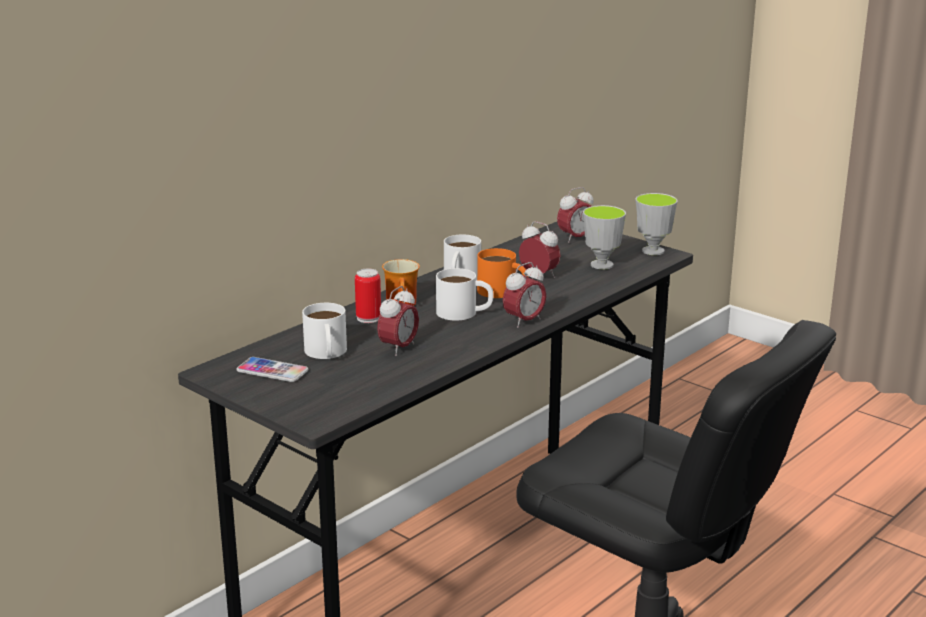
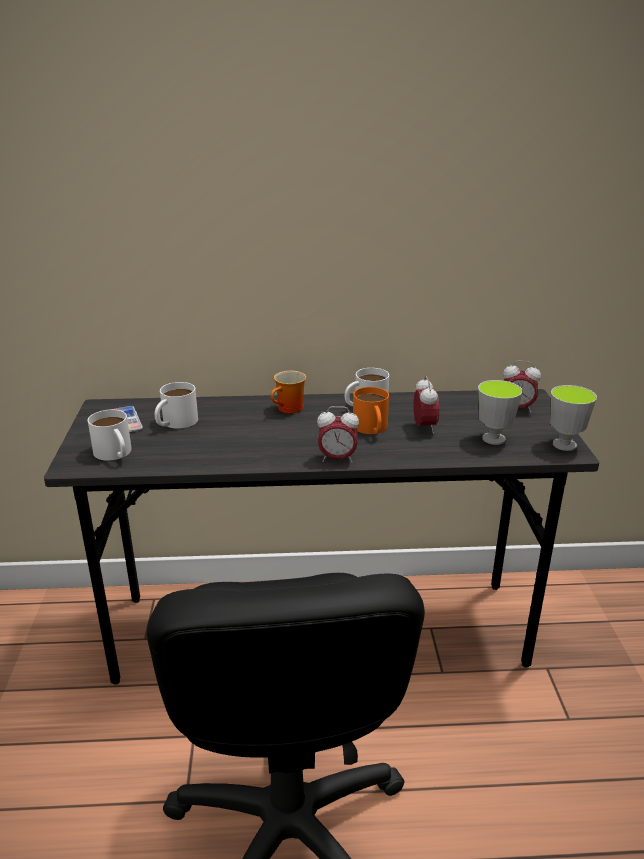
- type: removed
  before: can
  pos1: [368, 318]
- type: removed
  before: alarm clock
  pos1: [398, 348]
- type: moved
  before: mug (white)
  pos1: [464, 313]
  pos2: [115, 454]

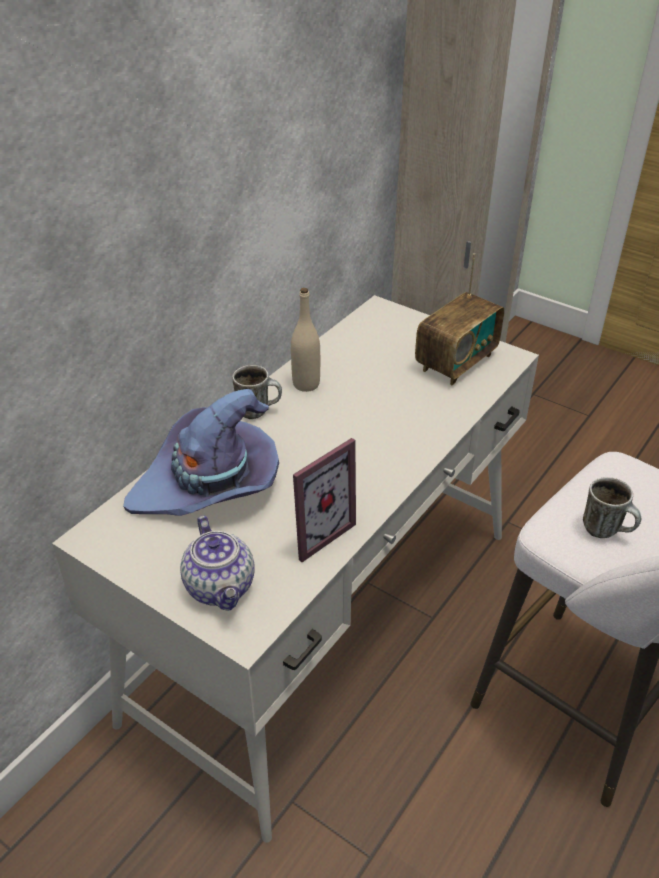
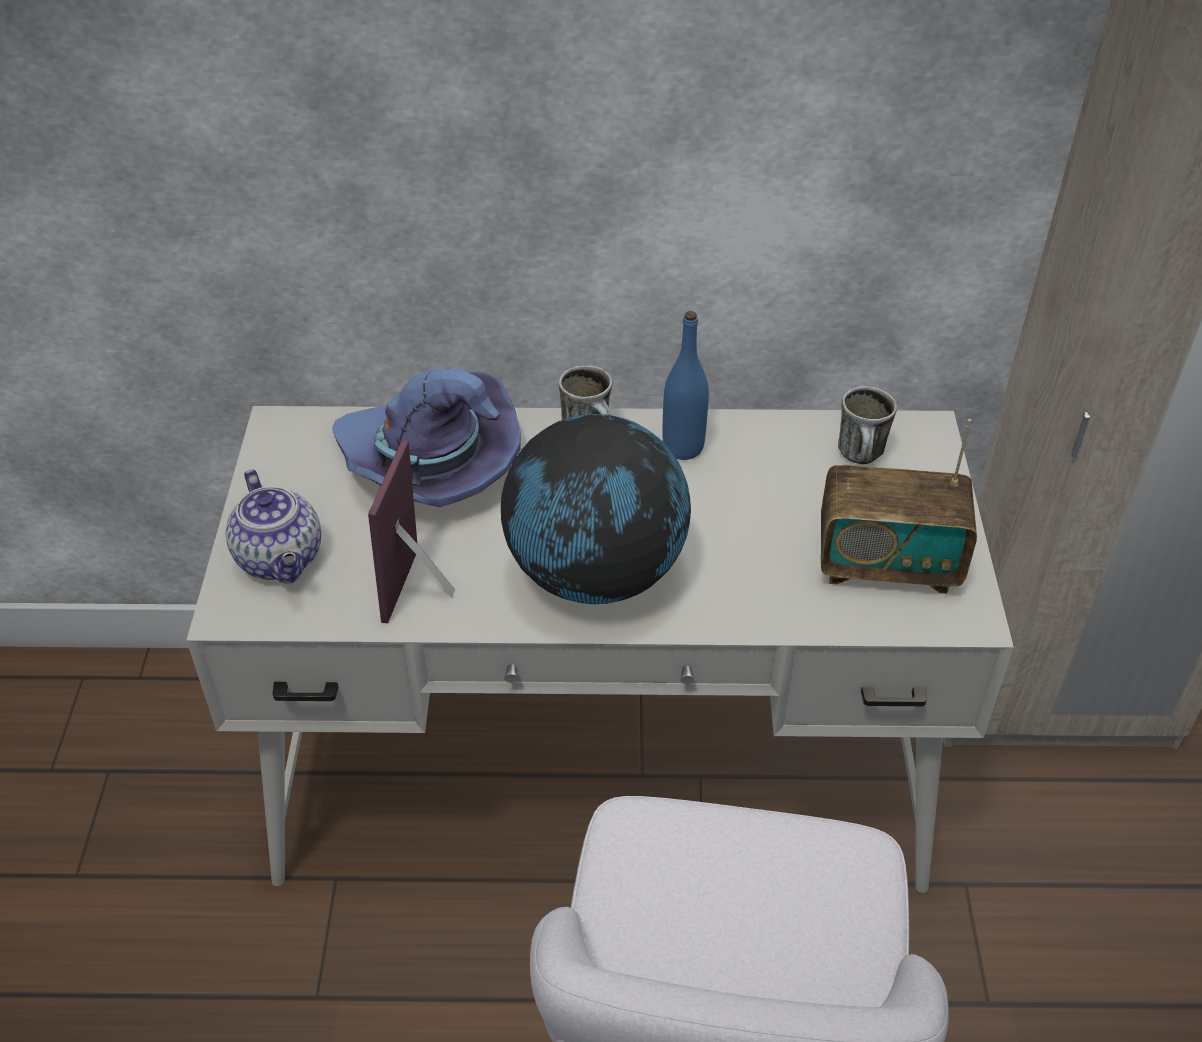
- type: turned
  before: teapot
  pos1: [221, 588]
  pos2: [281, 559]
  turn: -60
- type: recoloured
  before: bottle (beige)
  after: bottle (blue)
  pos1: [306, 384]
  pos2: [683, 447]
- type: turned
  before: picture frame
  pos1: [314, 531]
  pos2: [425, 589]
  turn: 90
- type: moved
  before: mug
  pos1: [607, 530]
  pos2: [862, 458]
- type: added
  after: globe
  pos2: [597, 574]

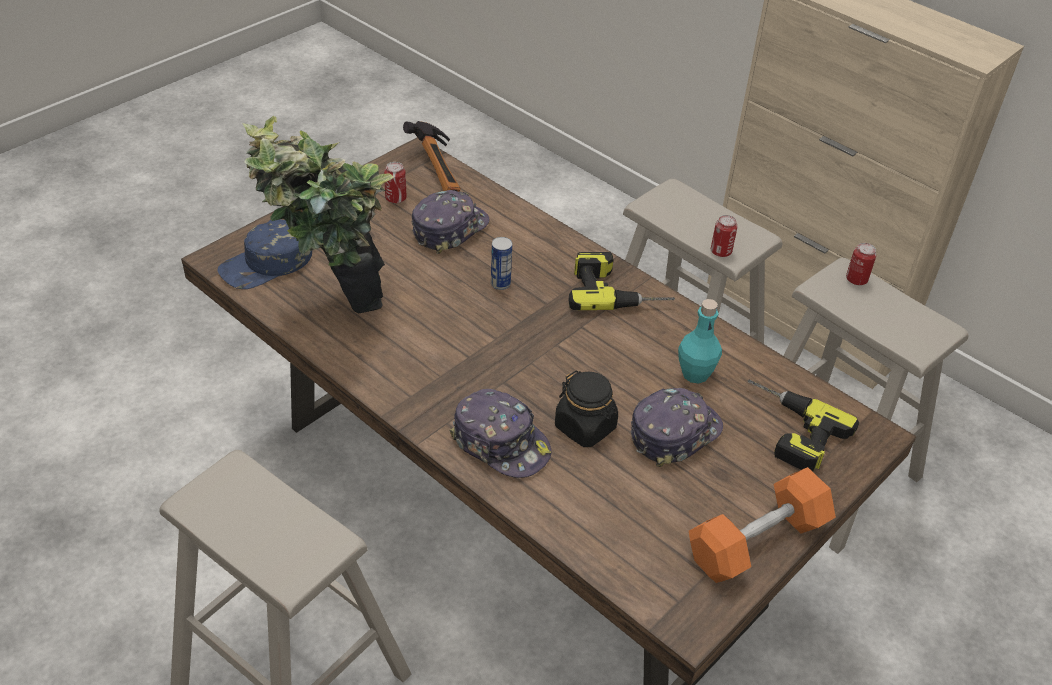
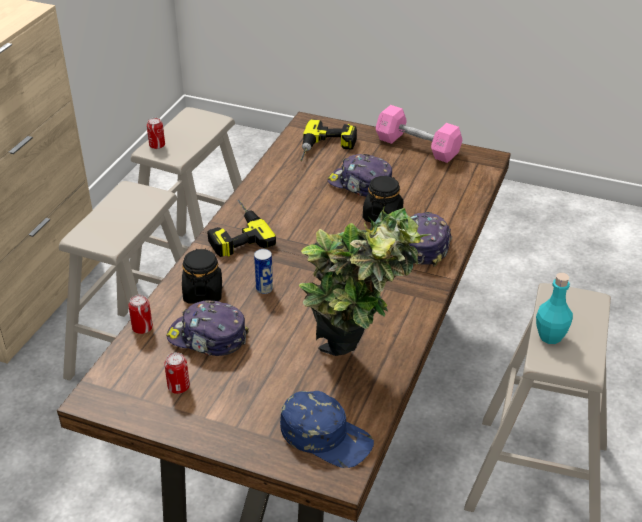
- type: removed
  before: hammer
  pos1: [441, 171]
- type: moved
  before: bottle (turquoise)
  pos1: [695, 374]
  pos2: [550, 336]
- type: recoloured
  before: dumbbell (orange)
  after: dumbbell (pink)
  pos1: [757, 541]
  pos2: [417, 147]
- type: moved
  before: can
  pos1: [721, 252]
  pos2: [142, 328]
- type: added
  after: jar (black)
  pos2: [203, 293]

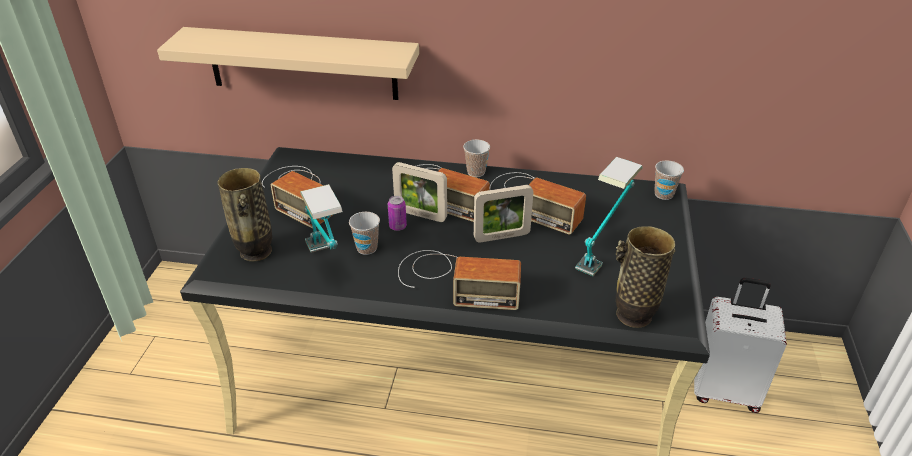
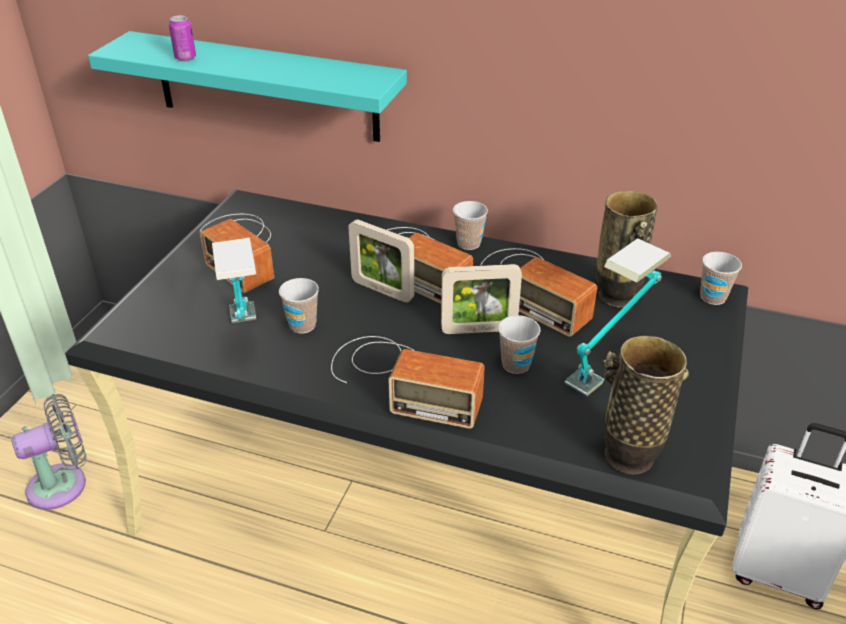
- type: recoloured
  before: shelf (beige)
  after: shelf (turquoise)
  pos1: [302, 63]
  pos2: [266, 87]
- type: moved
  before: vase
  pos1: [255, 252]
  pos2: [616, 297]
- type: moved
  before: can
  pos1: [397, 226]
  pos2: [185, 58]
- type: added
  after: fan (grey)
  pos2: [63, 484]
- type: added
  after: cup
  pos2: [516, 365]

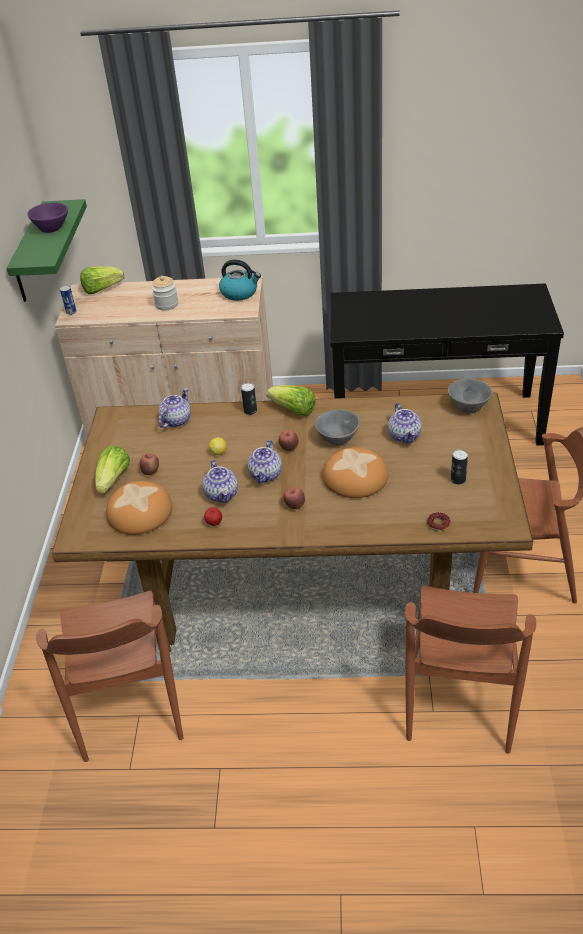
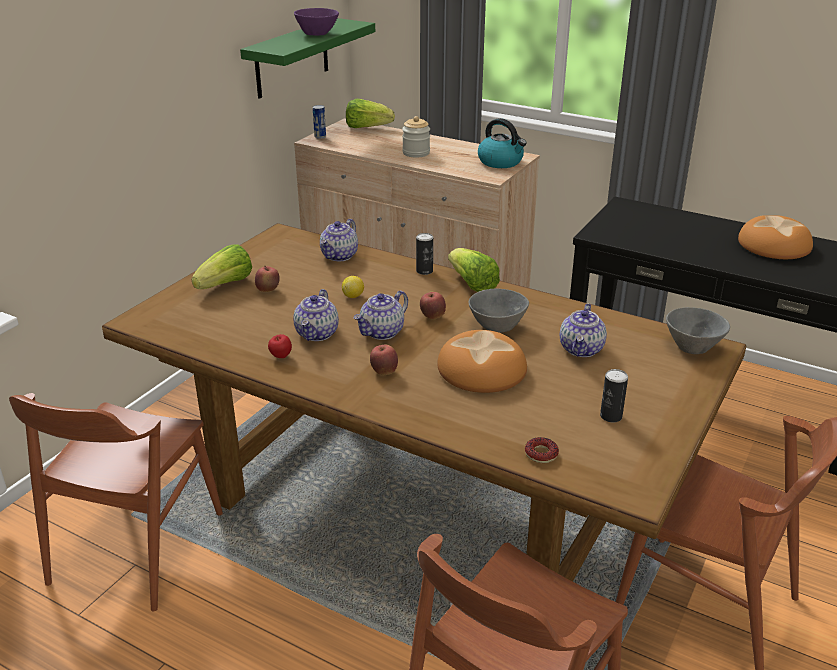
- type: moved
  before: bread
  pos1: [140, 512]
  pos2: [774, 245]
- type: turned
  before: teapot
  pos1: [176, 420]
  pos2: [339, 256]
  turn: 150

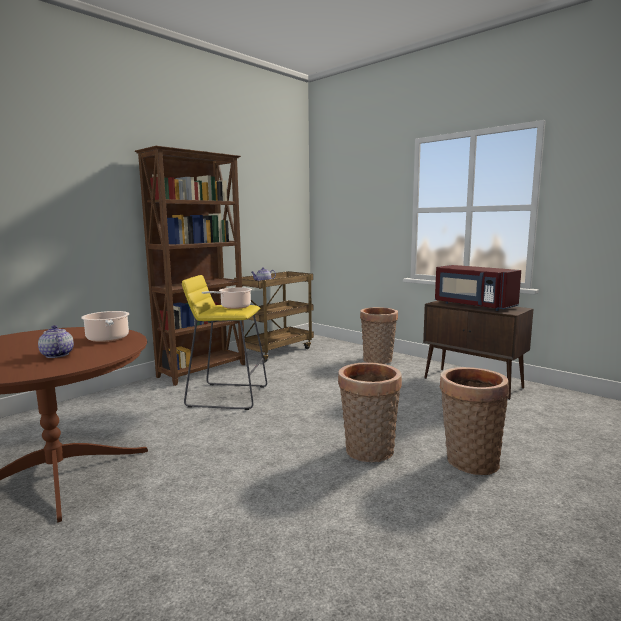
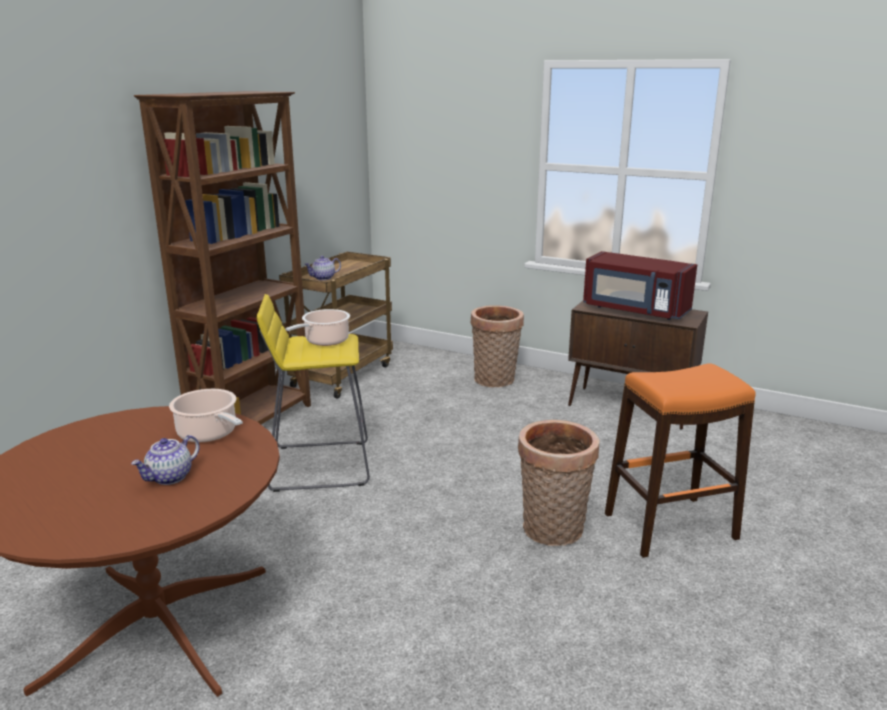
- type: turned
  before: teapot
  pos1: [56, 355]
  pos2: [170, 477]
  turn: -90
- type: replaced
  before: basket
  after: stool (orange)
  pos1: [468, 461]
  pos2: [669, 526]

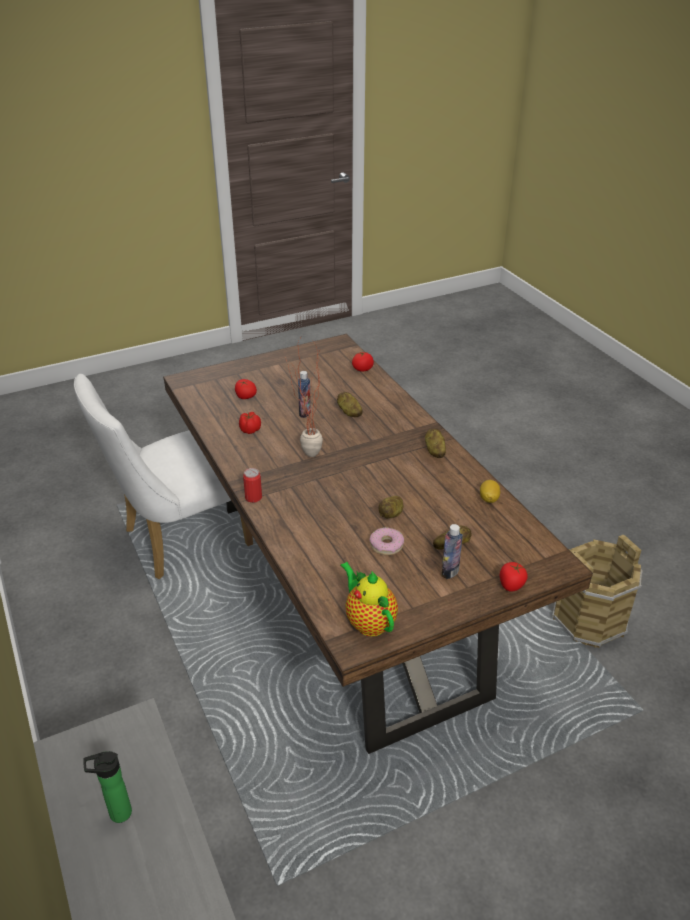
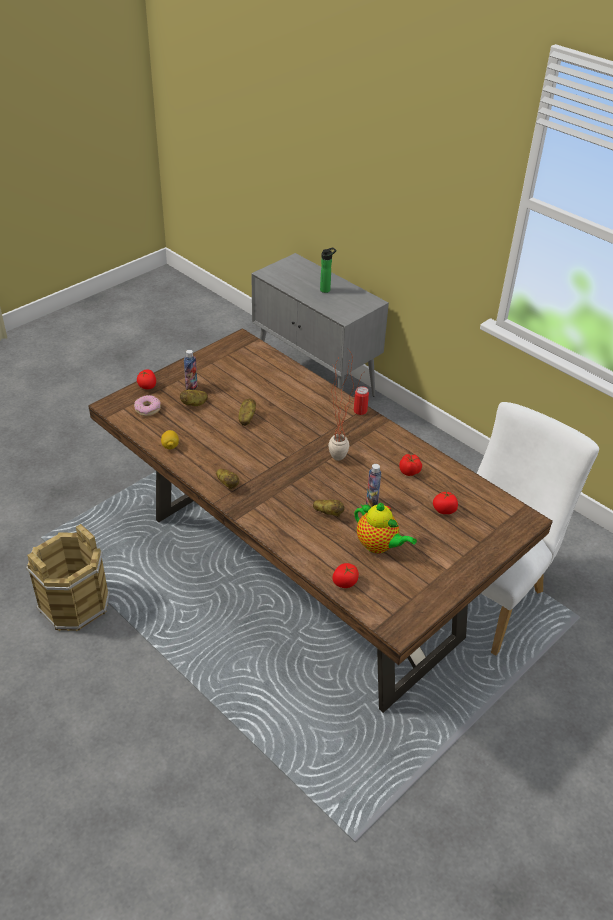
- type: moved
  before: teapot
  pos1: [368, 622]
  pos2: [379, 546]
- type: moved
  before: donut
  pos1: [386, 545]
  pos2: [147, 409]

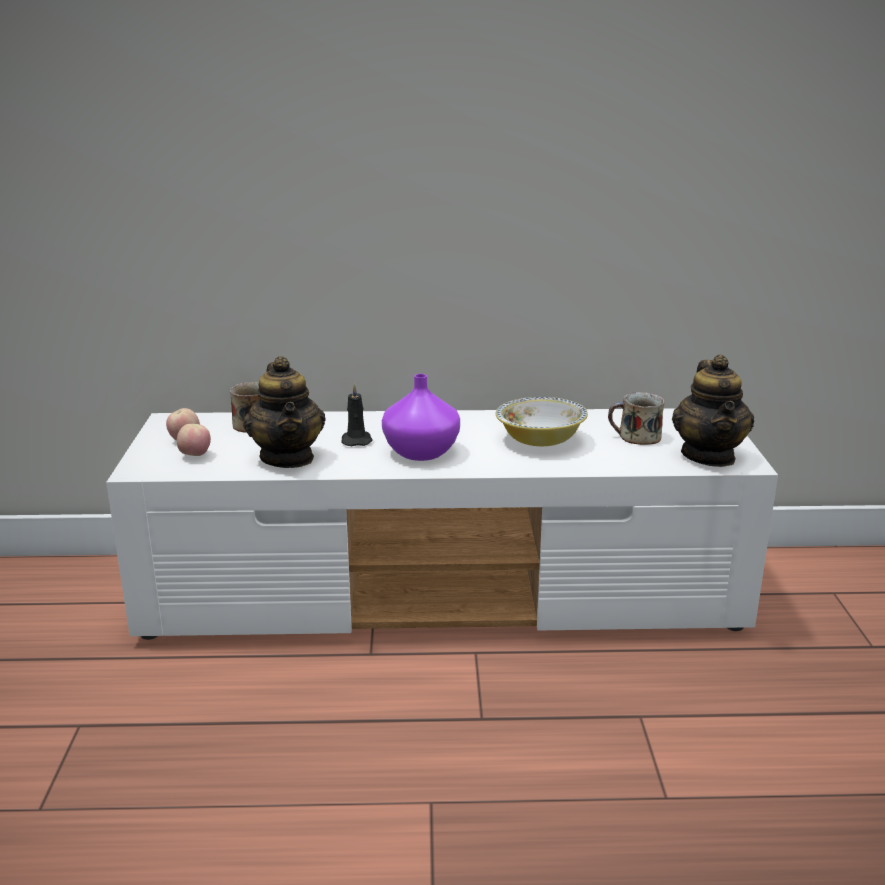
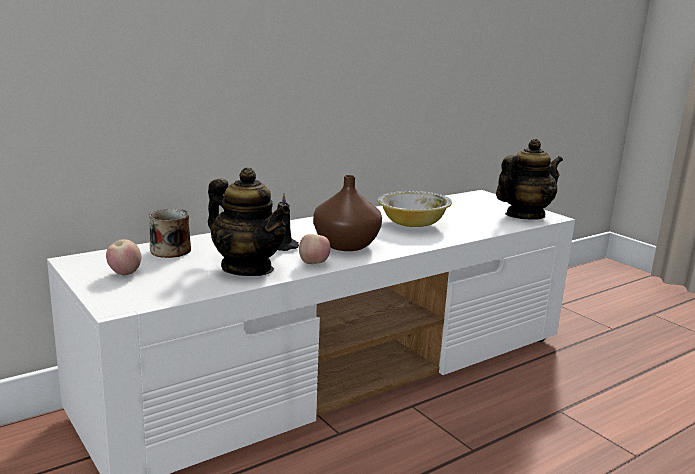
- type: moved
  before: apple
  pos1: [195, 456]
  pos2: [314, 264]
- type: recoloured
  before: vase (purple)
  after: vase (brown)
  pos1: [422, 452]
  pos2: [347, 245]
- type: removed
  before: mug
  pos1: [637, 437]
- type: turned
  before: teapot
  pos1: [709, 456]
  pos2: [524, 216]
  turn: -90

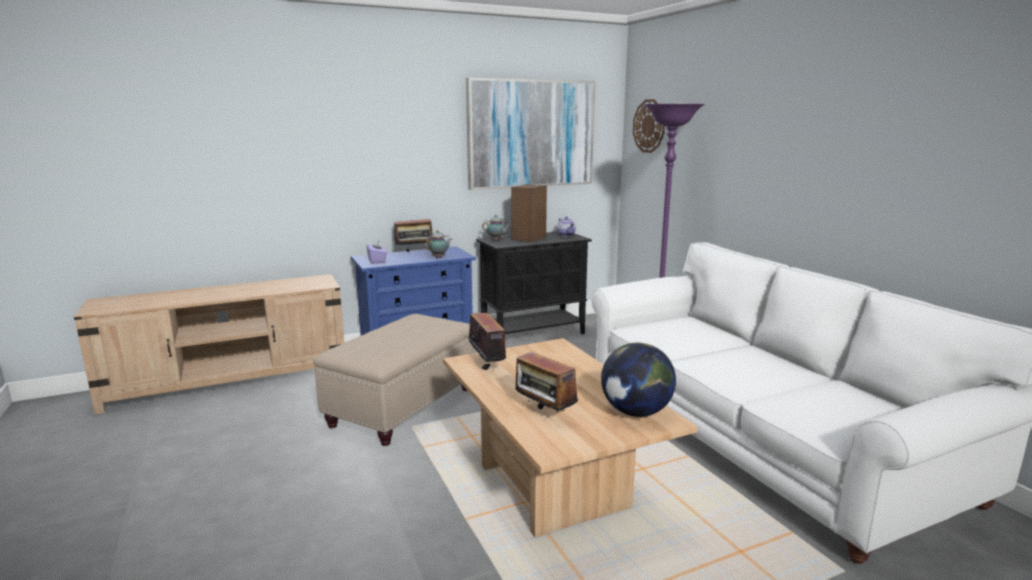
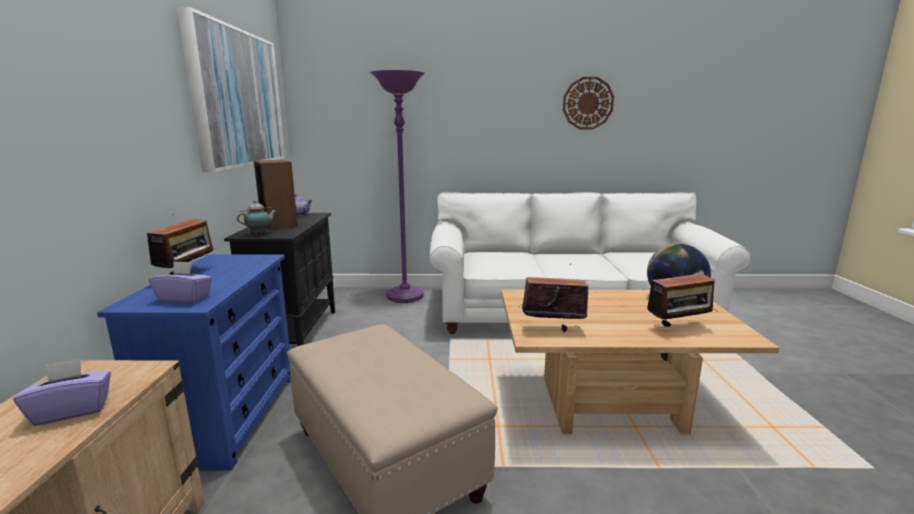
- type: removed
  before: teapot
  pos1: [439, 258]
- type: moved
  before: wall clock
  pos1: [649, 126]
  pos2: [587, 103]
- type: added
  after: tissue box (purple)
  pos2: [72, 411]

